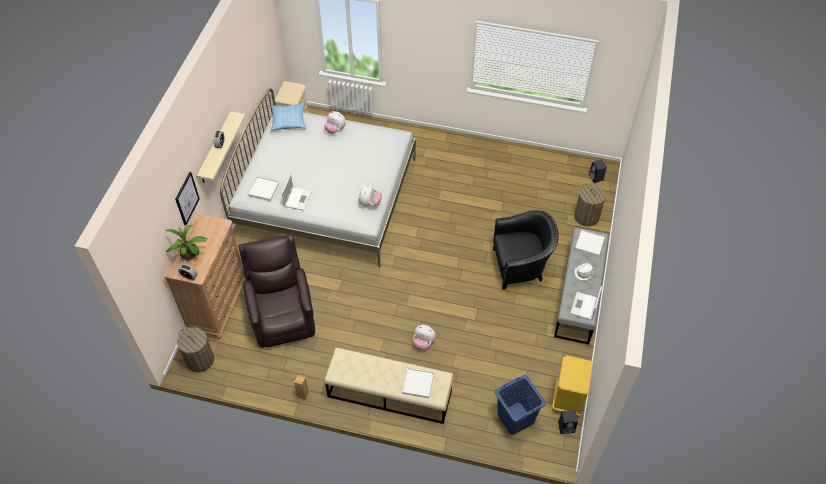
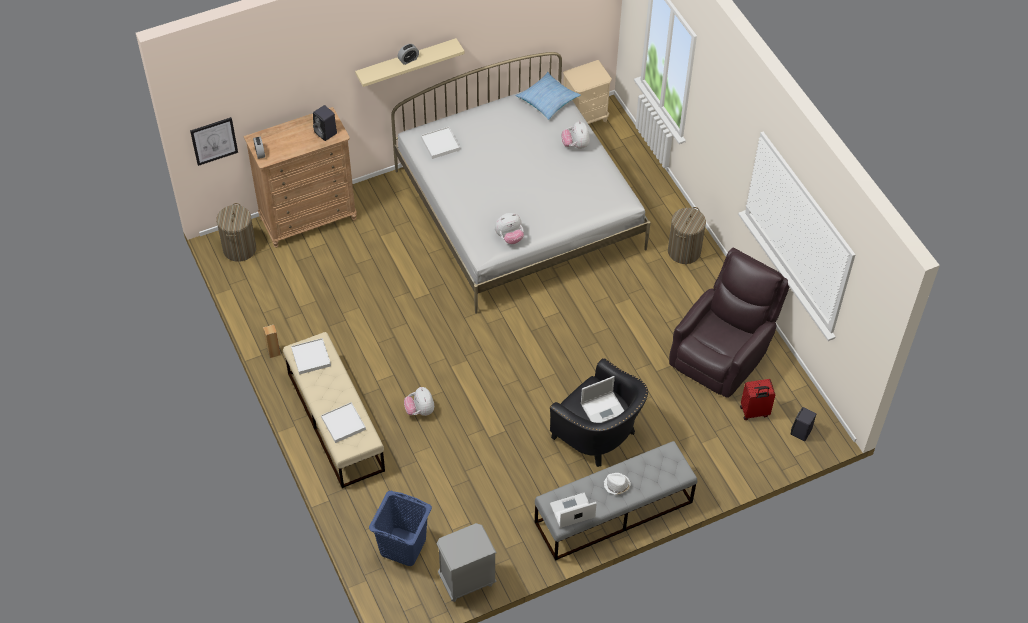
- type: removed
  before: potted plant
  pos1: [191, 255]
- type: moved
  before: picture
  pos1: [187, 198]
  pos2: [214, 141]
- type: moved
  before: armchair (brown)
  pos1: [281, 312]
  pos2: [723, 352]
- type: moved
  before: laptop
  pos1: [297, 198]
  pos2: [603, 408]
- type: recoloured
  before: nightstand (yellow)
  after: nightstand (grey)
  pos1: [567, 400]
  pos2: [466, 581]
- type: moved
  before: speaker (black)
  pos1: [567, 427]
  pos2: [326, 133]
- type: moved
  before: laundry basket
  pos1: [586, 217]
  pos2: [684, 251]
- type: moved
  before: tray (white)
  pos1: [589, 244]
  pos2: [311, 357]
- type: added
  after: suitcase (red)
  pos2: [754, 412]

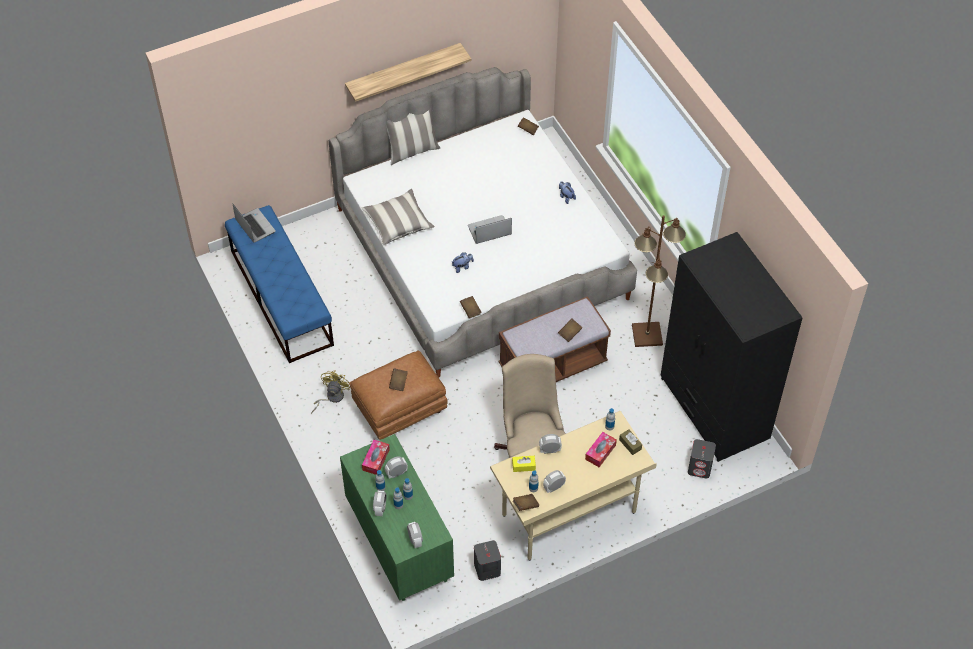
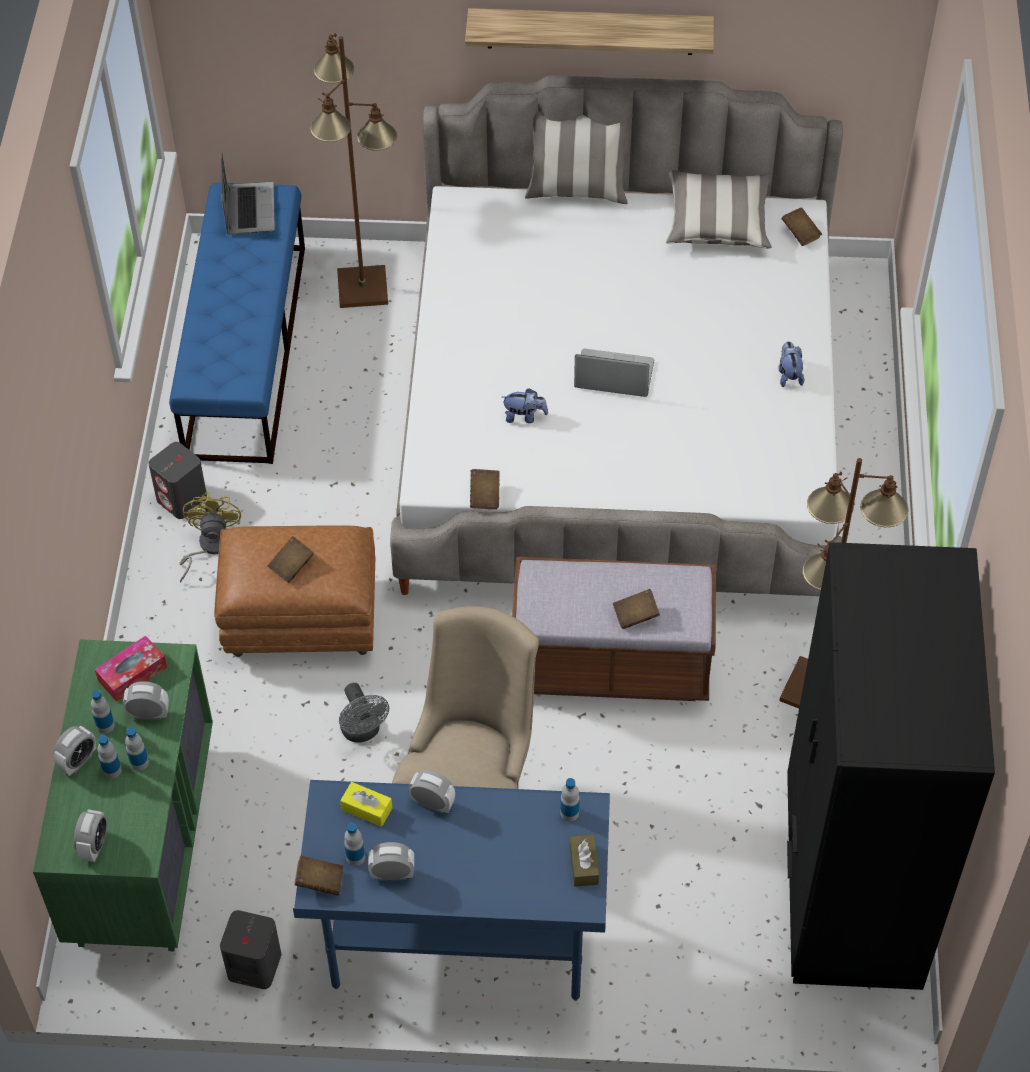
- type: turned
  before: fan (yellow)
  pos1: [331, 397]
  pos2: [209, 546]
  turn: -45
- type: moved
  before: pillow
  pos1: [398, 223]
  pos2: [717, 222]
- type: recoloured
  before: desk (beige)
  after: desk (blue)
  pos1: [569, 514]
  pos2: [459, 942]
- type: removed
  before: tissue box
  pos1: [600, 452]
- type: moved
  before: speaker (grey)
  pos1: [700, 468]
  pos2: [182, 499]
- type: added
  after: floor lamp (brown)
  pos2: [363, 287]
- type: added
  after: fan (grey)
  pos2: [363, 731]

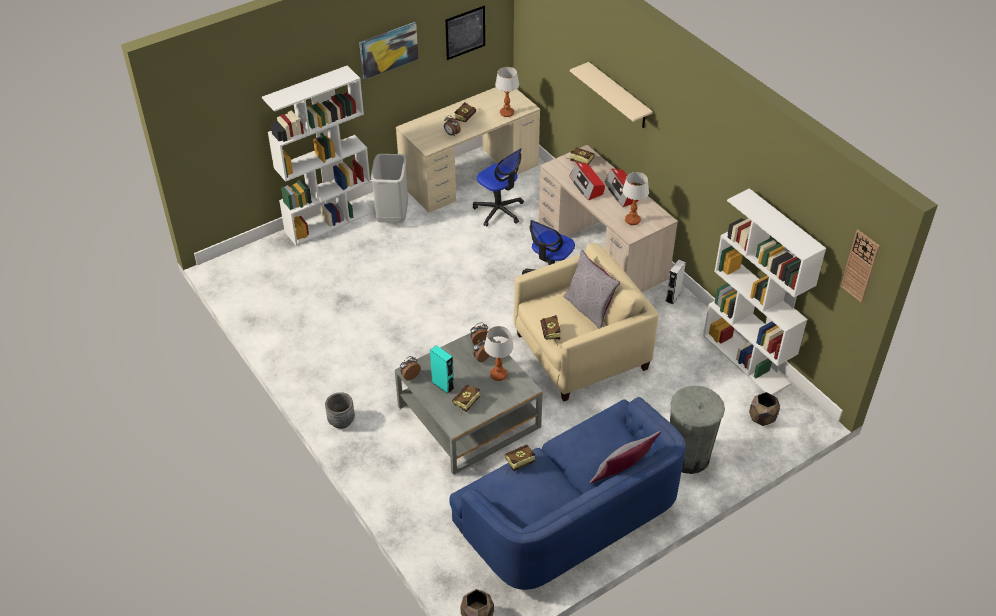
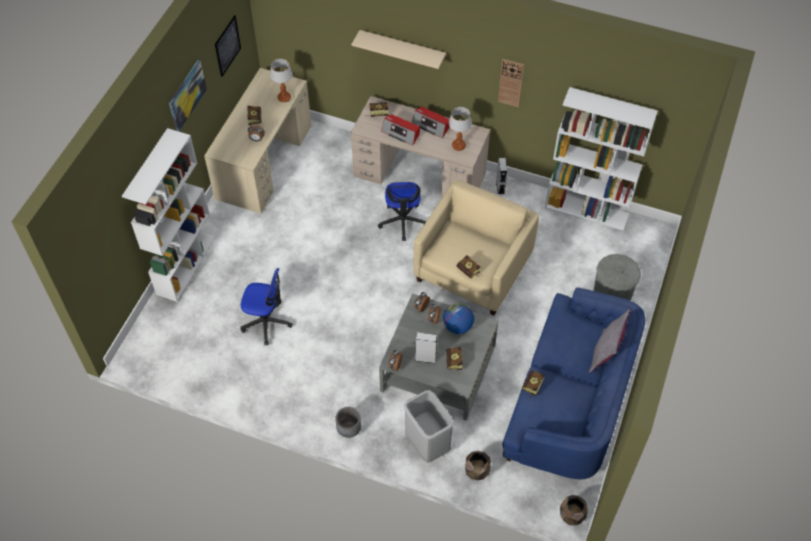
- type: moved
  before: trash can (grey)
  pos1: [393, 217]
  pos2: [428, 444]
- type: recoloured
  before: speaker (turquoise)
  after: speaker (grey)
  pos1: [443, 385]
  pos2: [425, 358]
- type: moved
  before: office chair
  pos1: [499, 211]
  pos2: [266, 322]
- type: replaced
  before: table lamp
  after: globe
  pos1: [498, 375]
  pos2: [457, 326]
- type: removed
  before: pillow (grey)
  pos1: [589, 309]
- type: moved
  before: planter (brown)
  pos1: [762, 418]
  pos2: [476, 471]
- type: moved
  before: wall clock
  pos1: [860, 266]
  pos2: [511, 82]

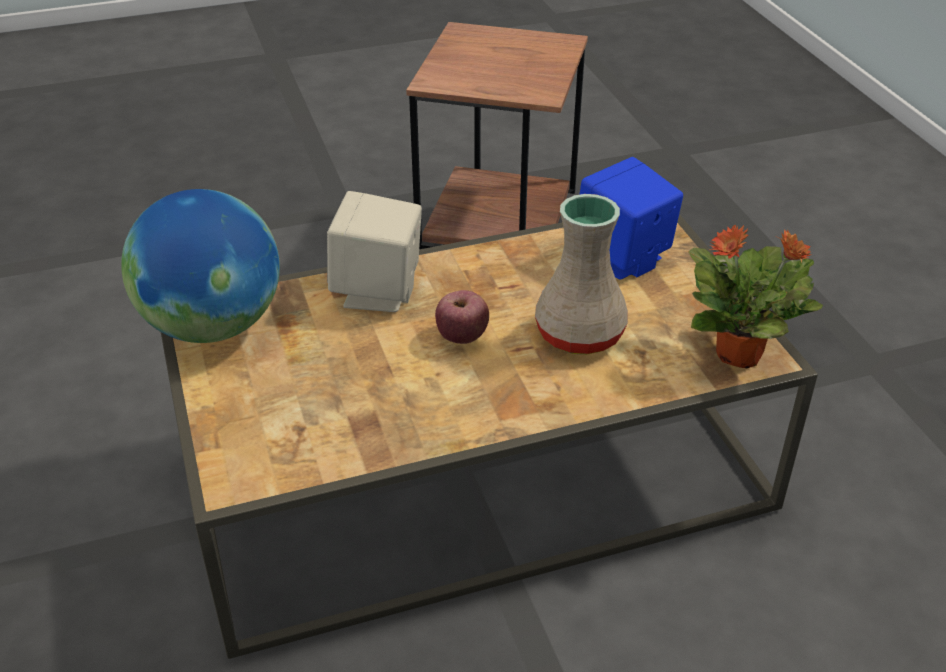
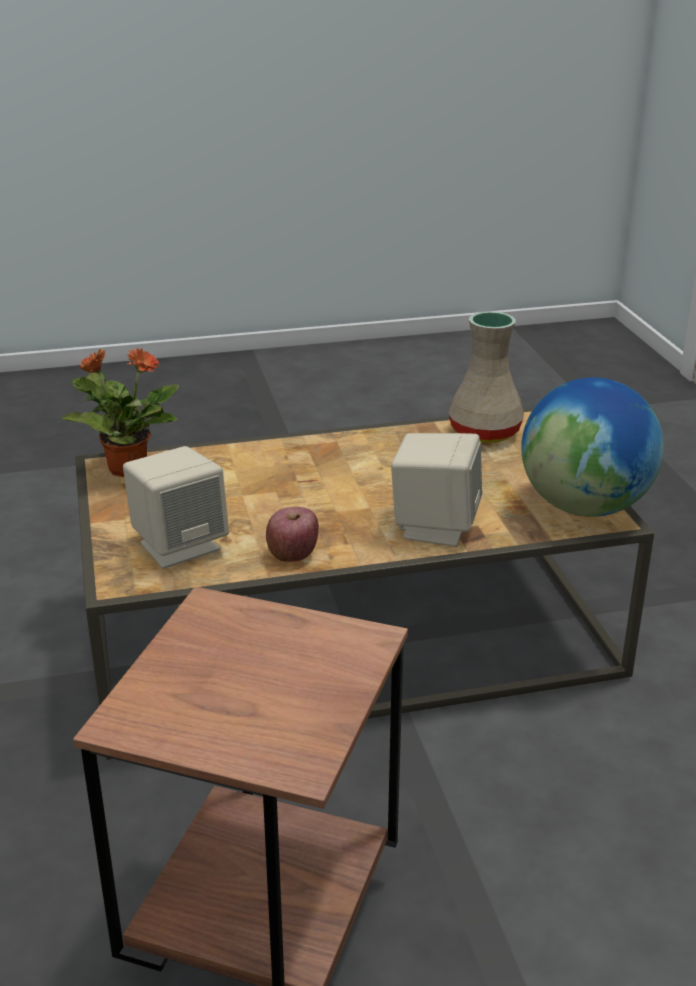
- type: moved
  before: apple
  pos1: [462, 337]
  pos2: [292, 554]
- type: moved
  before: vase (beige)
  pos1: [578, 334]
  pos2: [486, 433]
- type: recoloured
  before: speaker (blue)
  after: speaker (beige)
  pos1: [623, 258]
  pos2: [179, 546]

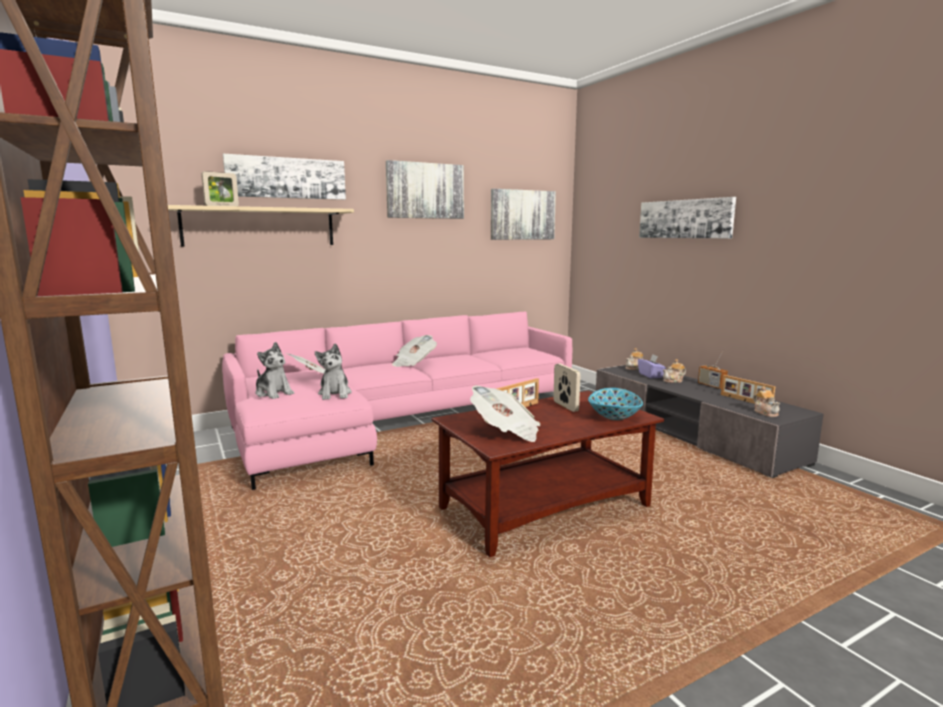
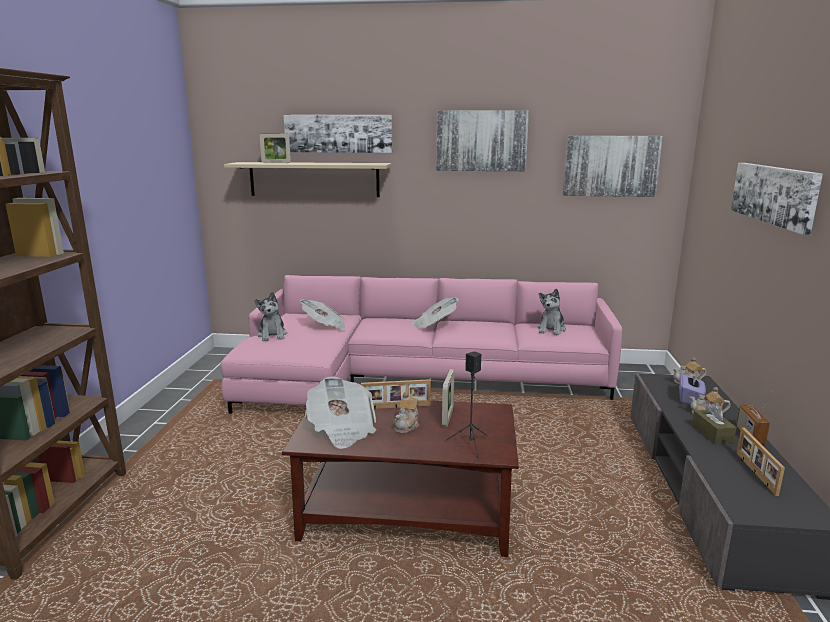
- type: moved
  before: plush toy
  pos1: [335, 394]
  pos2: [551, 329]
- type: replaced
  before: bowl
  after: speaker (black)
  pos1: [614, 416]
  pos2: [470, 445]
- type: moved
  before: teapot
  pos1: [766, 413]
  pos2: [407, 426]
- type: added
  after: tissue box (brown)
  pos2: [712, 433]

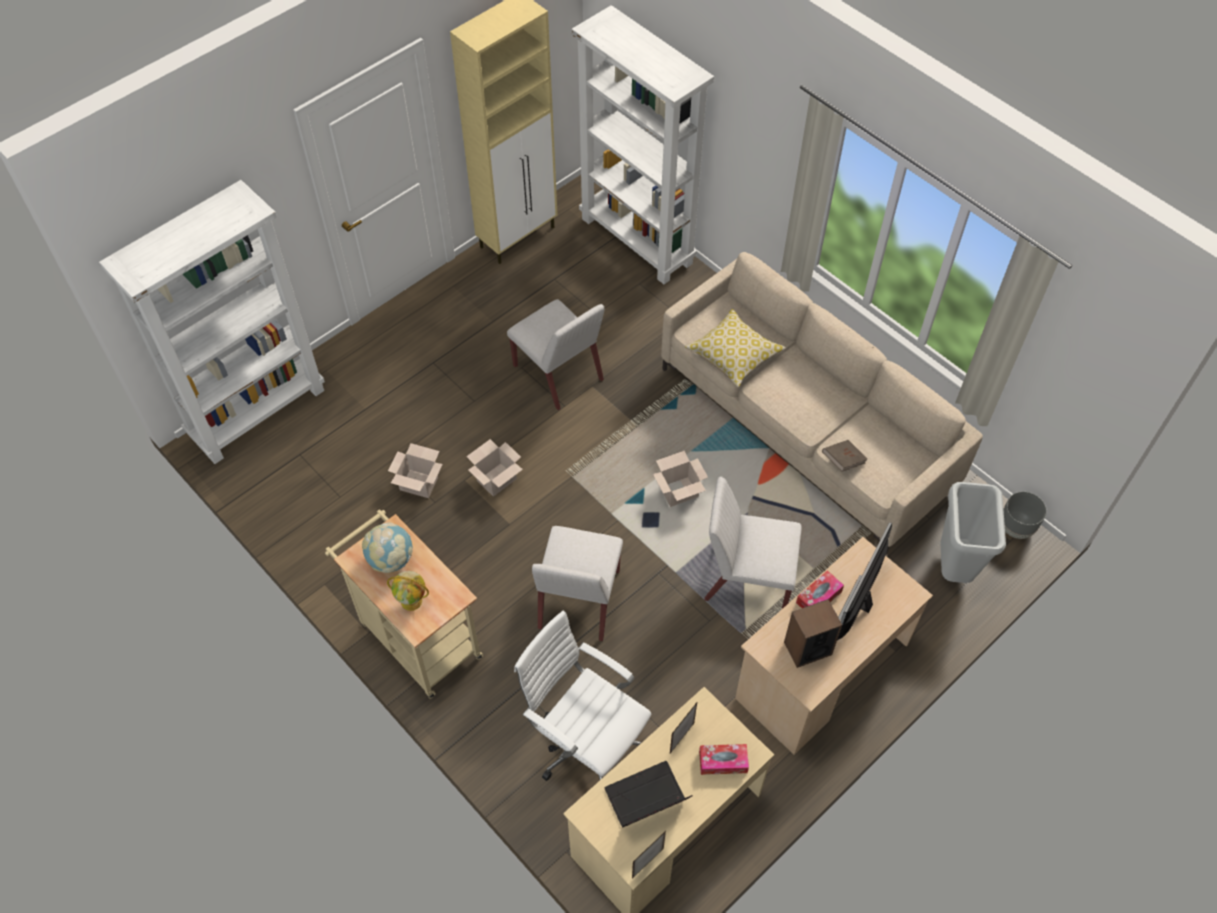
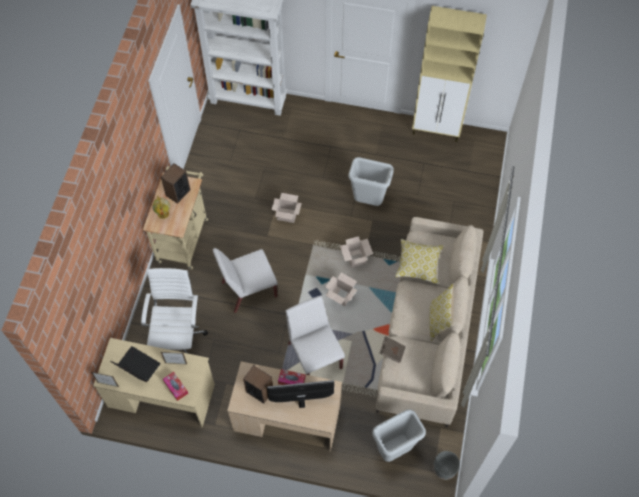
- type: replaced
  before: globe
  after: speaker
  pos1: [391, 559]
  pos2: [178, 192]
- type: moved
  before: cardboard box
  pos1: [420, 483]
  pos2: [356, 258]
- type: replaced
  before: chair (white)
  after: trash can (grey)
  pos1: [559, 373]
  pos2: [368, 202]
- type: removed
  before: bookcase (white)
  pos1: [638, 241]
- type: added
  after: pillow
  pos2: [439, 321]

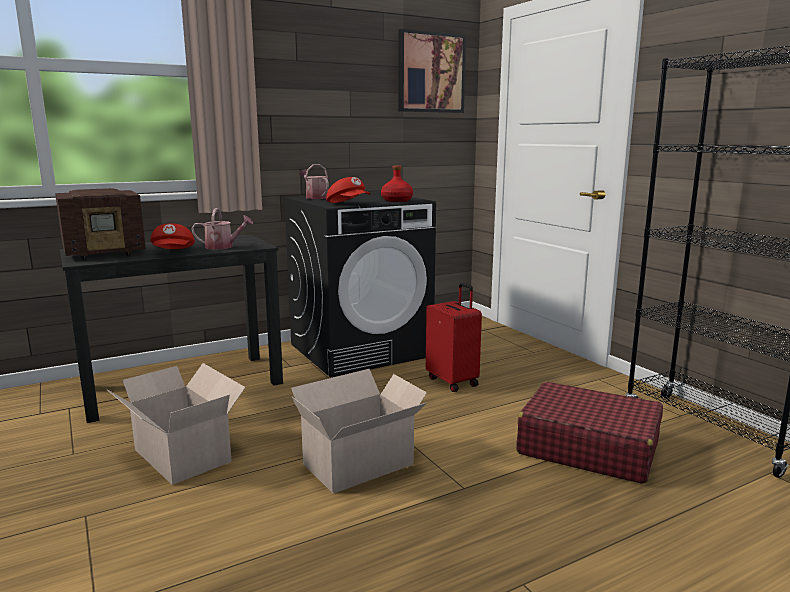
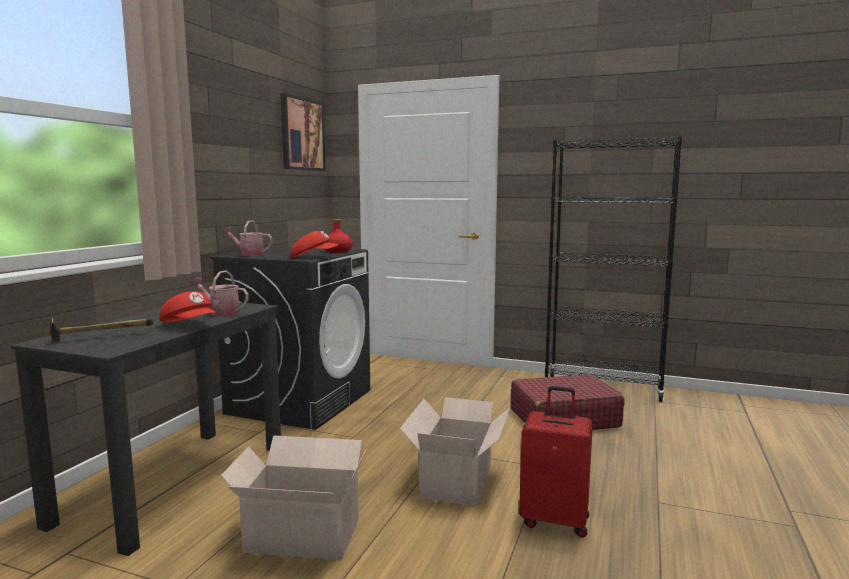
- type: replaced
  before: radio
  after: hammer
  pos1: [106, 252]
  pos2: [100, 337]
- type: turned
  before: watering can
  pos1: [223, 247]
  pos2: [221, 312]
  turn: -120
- type: moved
  before: suitcase (red)
  pos1: [453, 381]
  pos2: [555, 520]

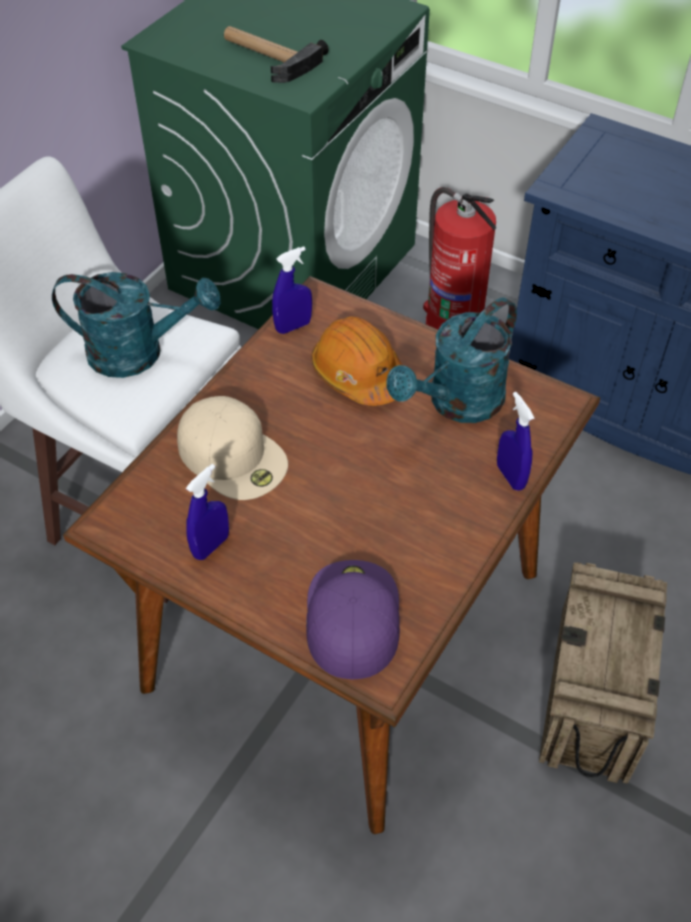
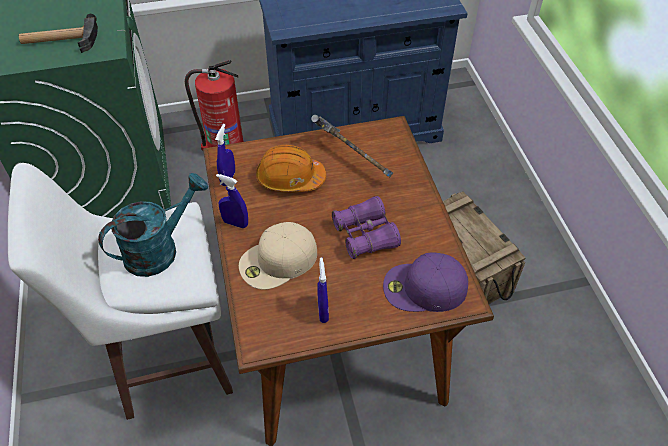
- type: turned
  before: cap (beige)
  pos1: [233, 455]
  pos2: [278, 261]
  turn: 150
- type: turned
  before: cap (purple)
  pos1: [351, 616]
  pos2: [424, 288]
  turn: -45
- type: replaced
  before: watering can (turquoise)
  after: hammer
  pos1: [457, 404]
  pos2: [351, 160]
- type: moved
  before: spray bottle (blue)
  pos1: [510, 476]
  pos2: [235, 223]
- type: added
  after: binoculars (purple)
  pos2: [365, 235]

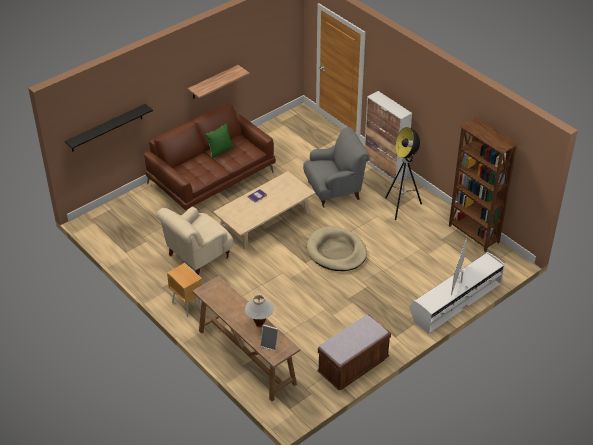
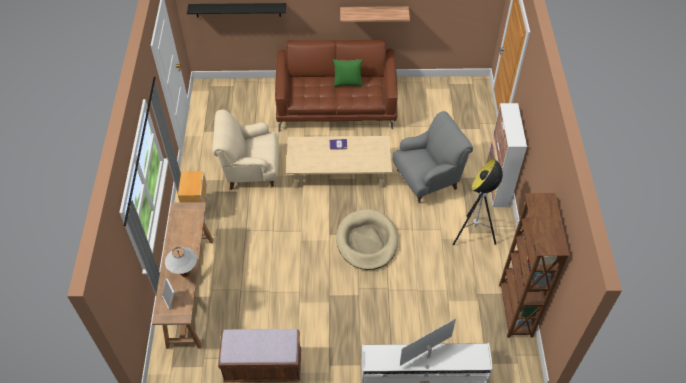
- type: turned
  before: armchair (grey)
  pos1: [334, 191]
  pos2: [427, 179]
  turn: -45

